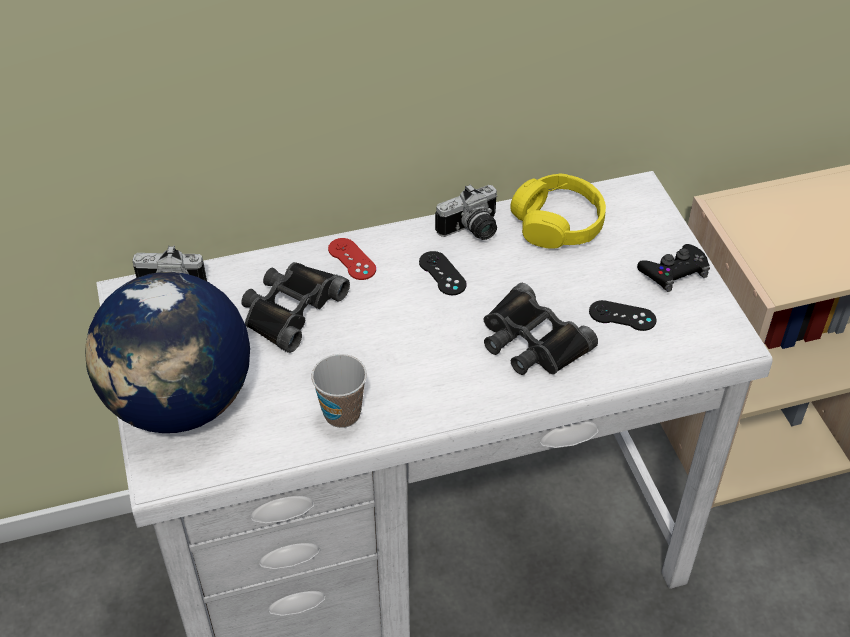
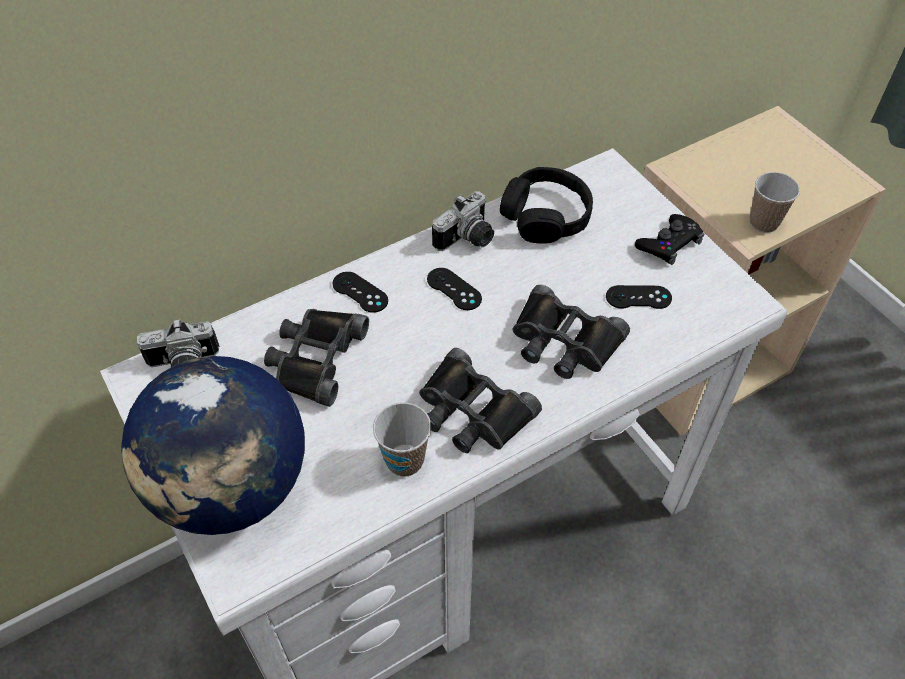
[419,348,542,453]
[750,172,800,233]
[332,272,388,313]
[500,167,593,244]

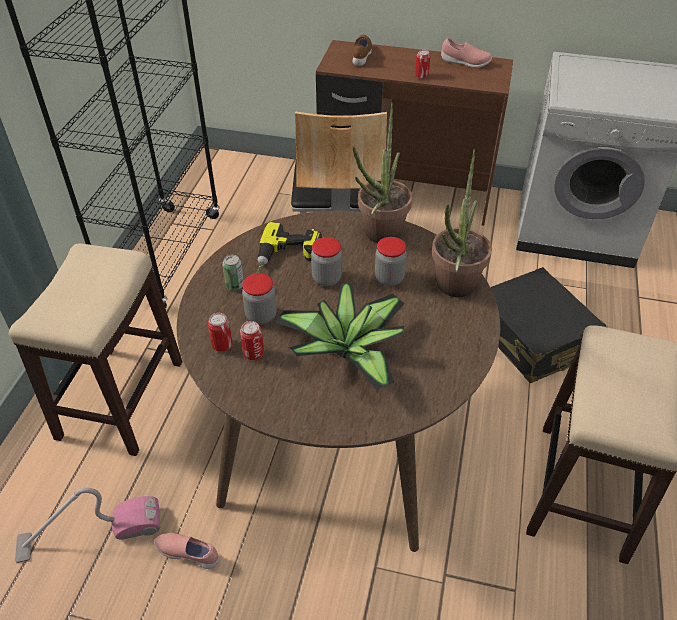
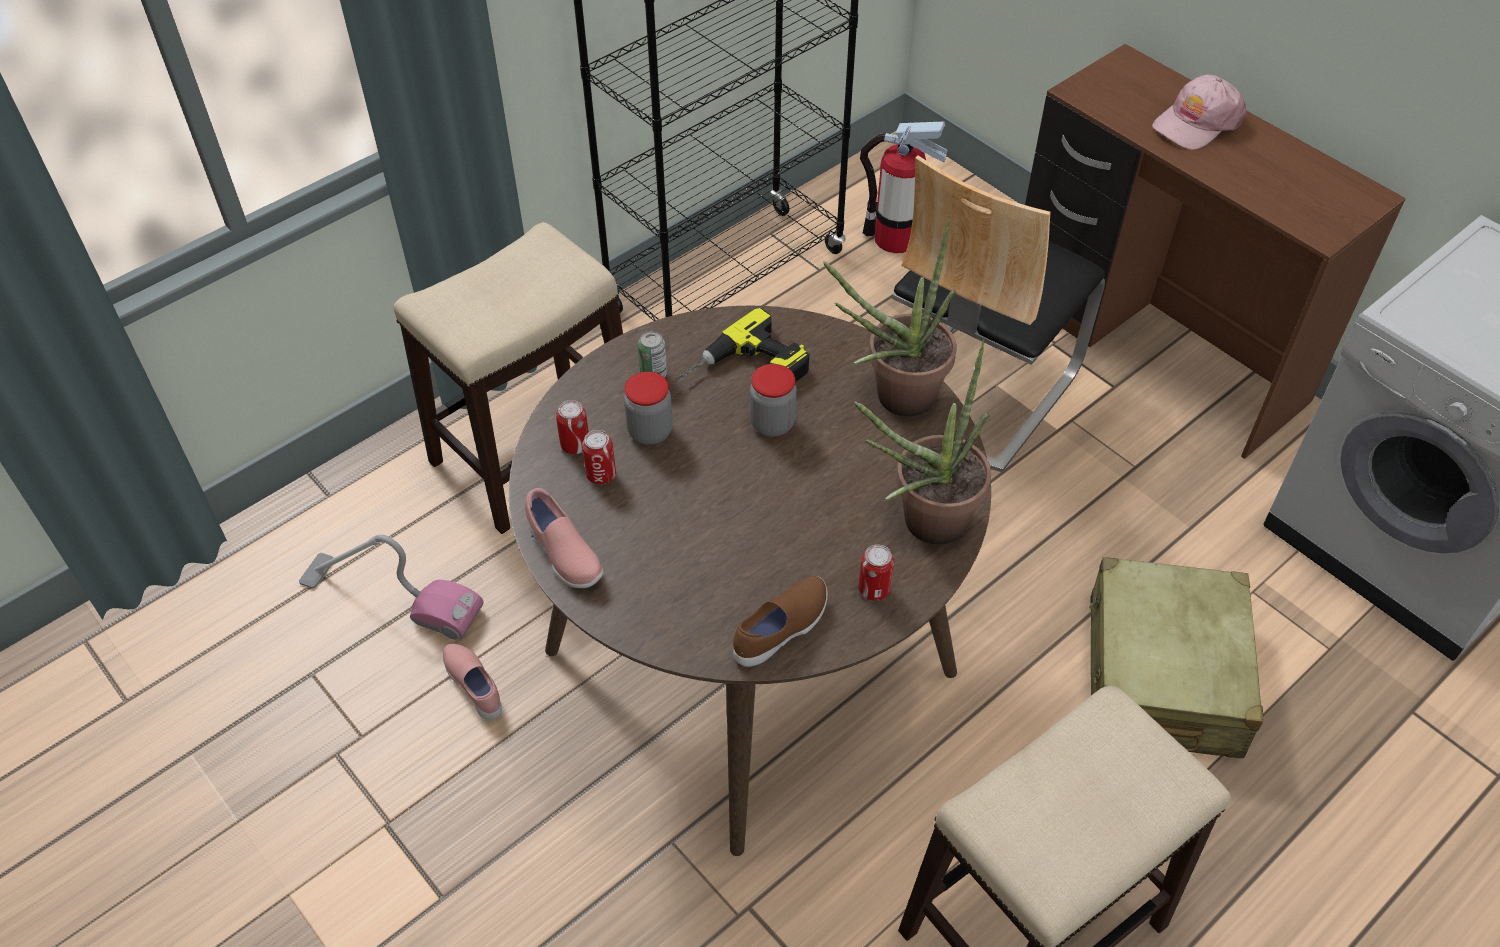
[275,283,404,391] (first image)
[375,237,407,286] (first image)
[860,121,947,253]
[1152,75,1247,150]
[733,576,828,667]
[858,544,894,601]
[525,488,604,588]
[1089,557,1263,758]

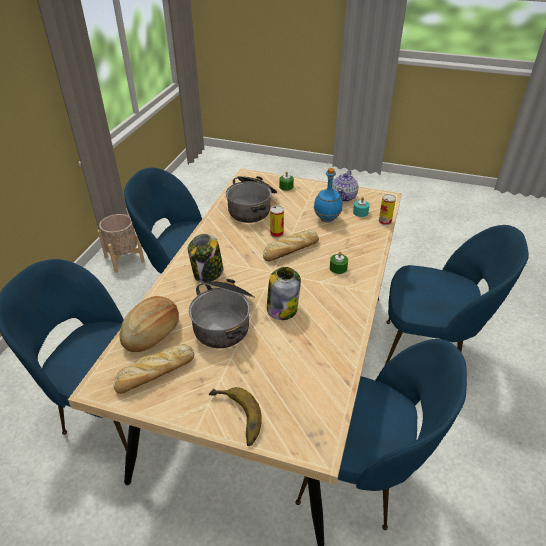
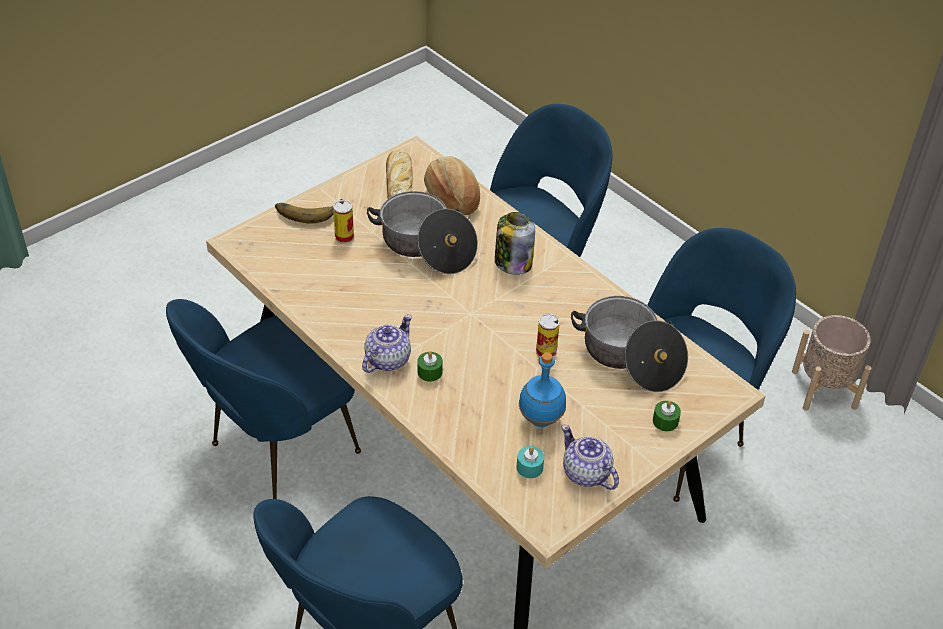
[263,230,319,261] (first image)
[267,267,301,320] (first image)
[362,314,412,373]
[333,200,354,244]

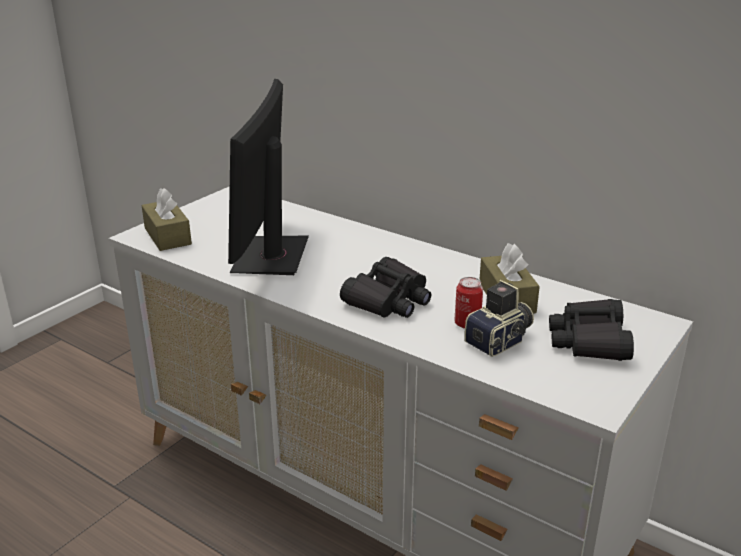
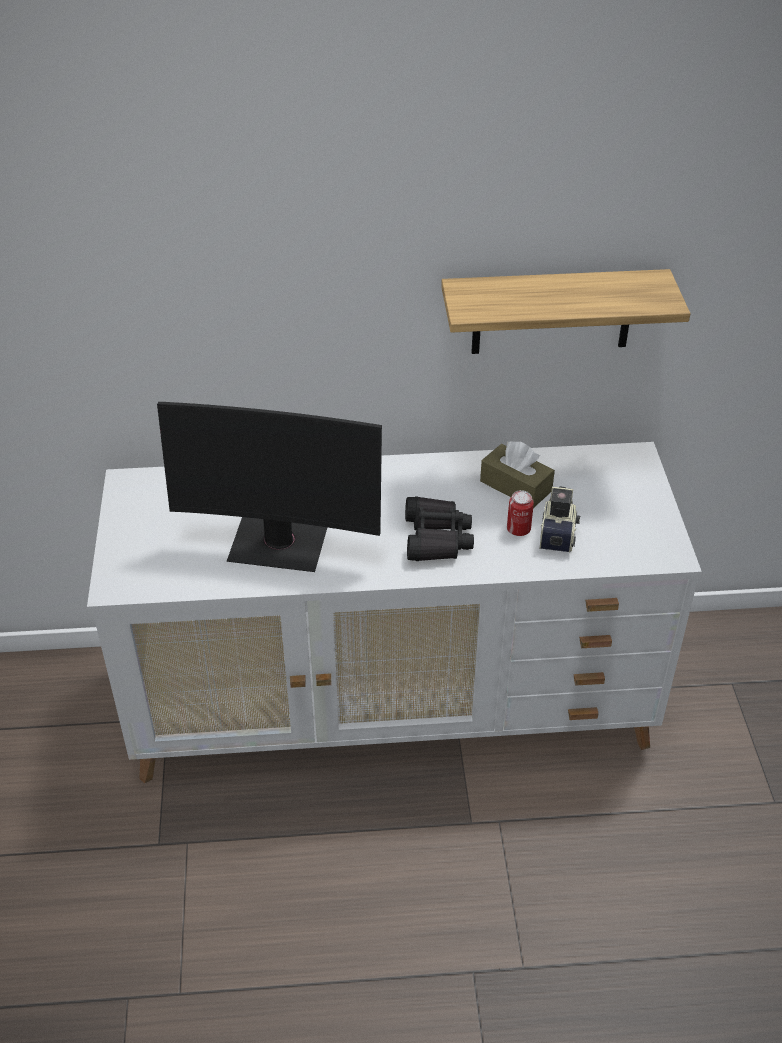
[142,188,192,251] (first image)
[549,299,634,361] (first image)
[441,269,690,354]
[157,402,382,572]

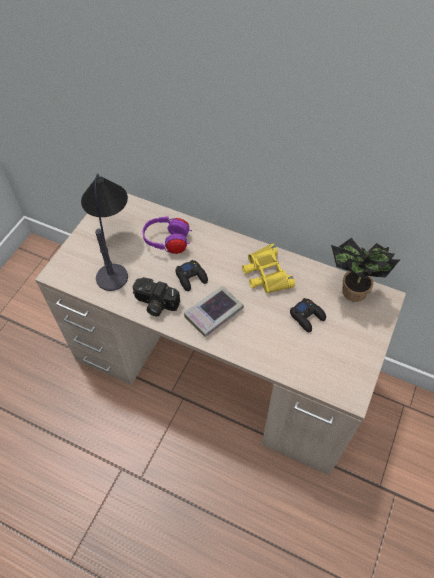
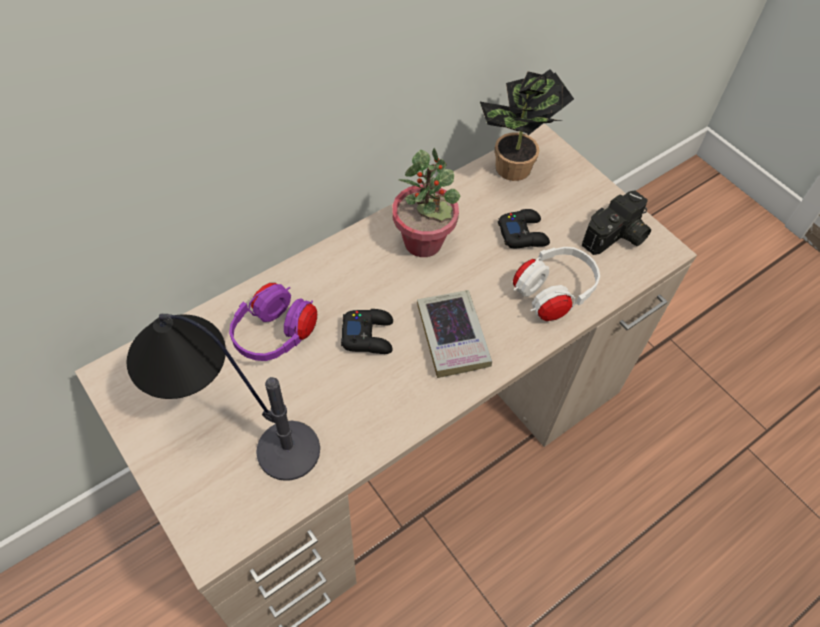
[513,247,600,321]
[582,190,651,255]
[392,148,460,257]

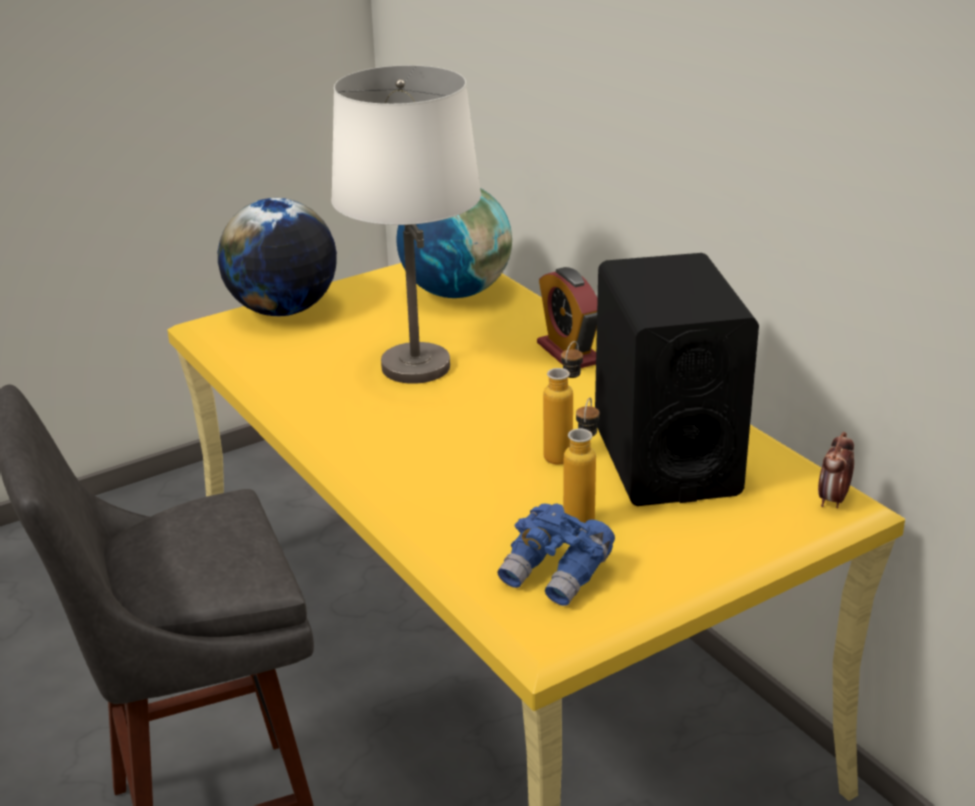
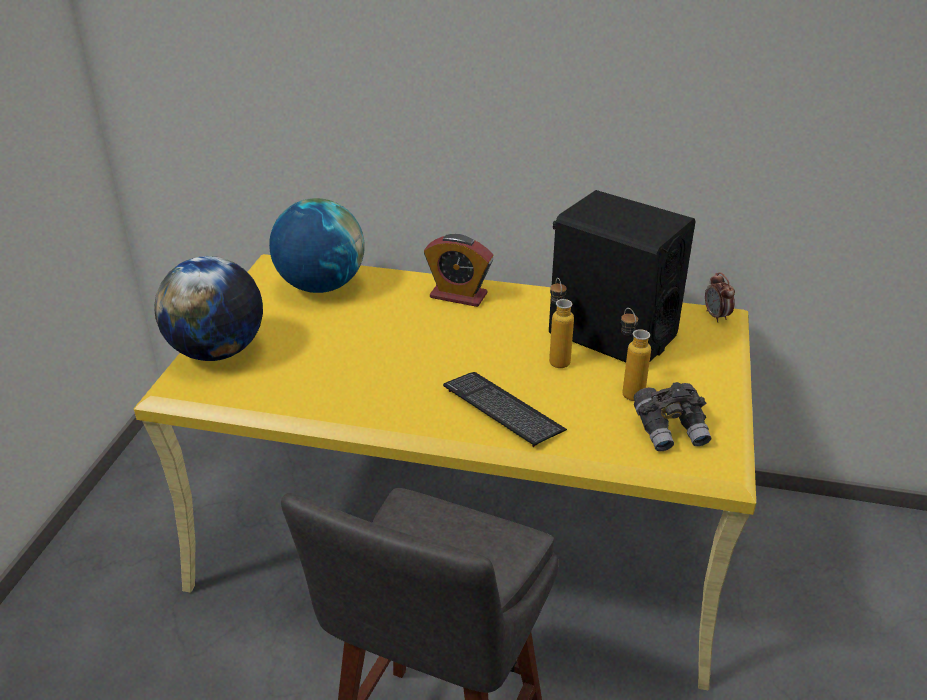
[331,65,481,384] (first image)
[443,372,567,447]
[634,382,711,451]

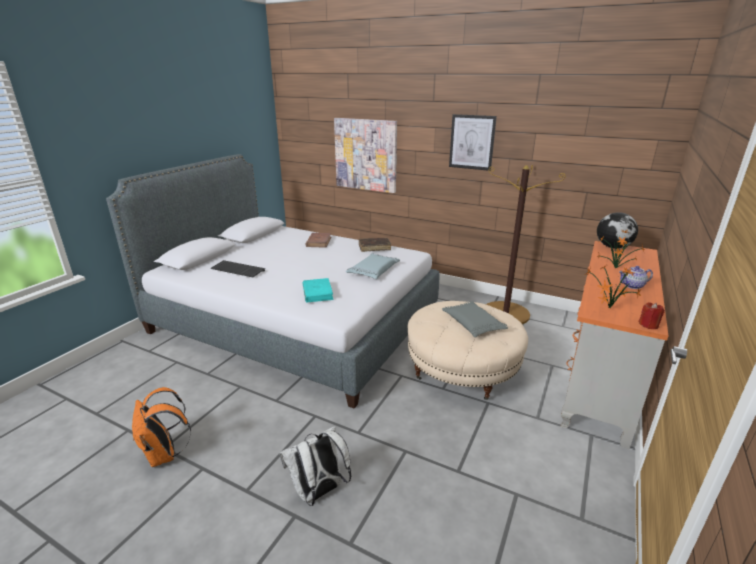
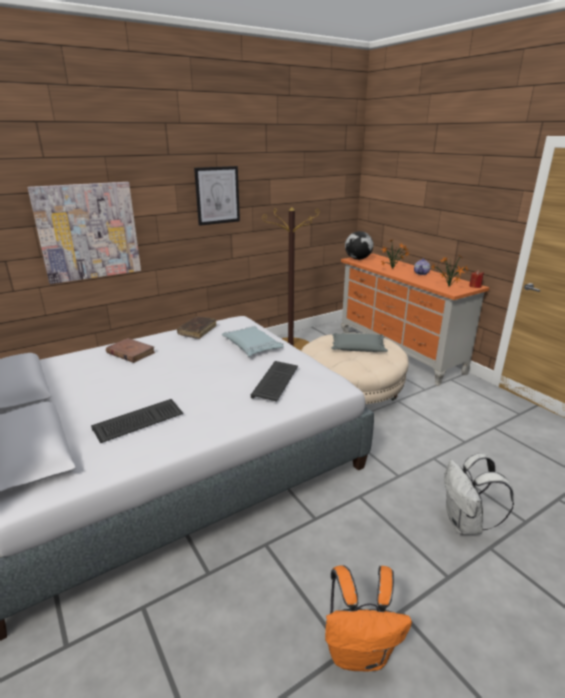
[251,361,298,402]

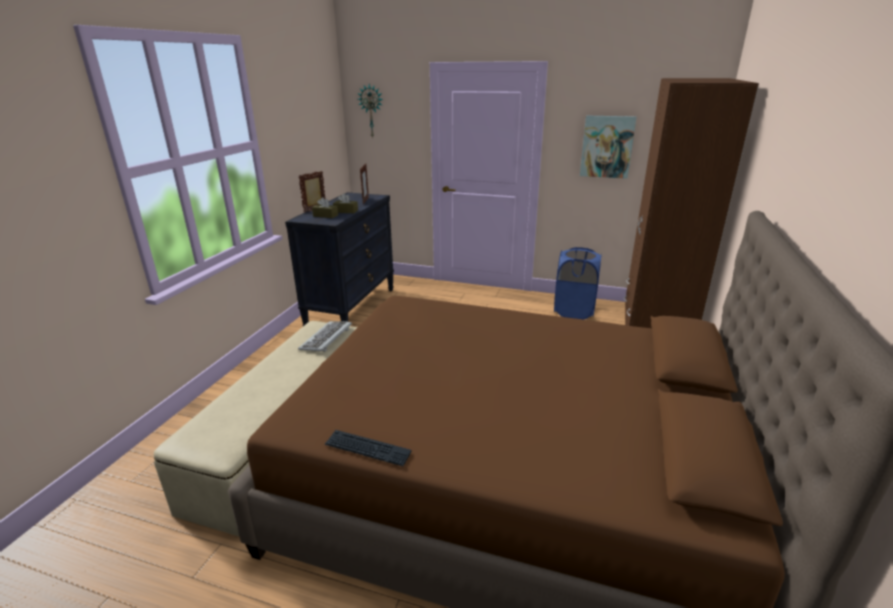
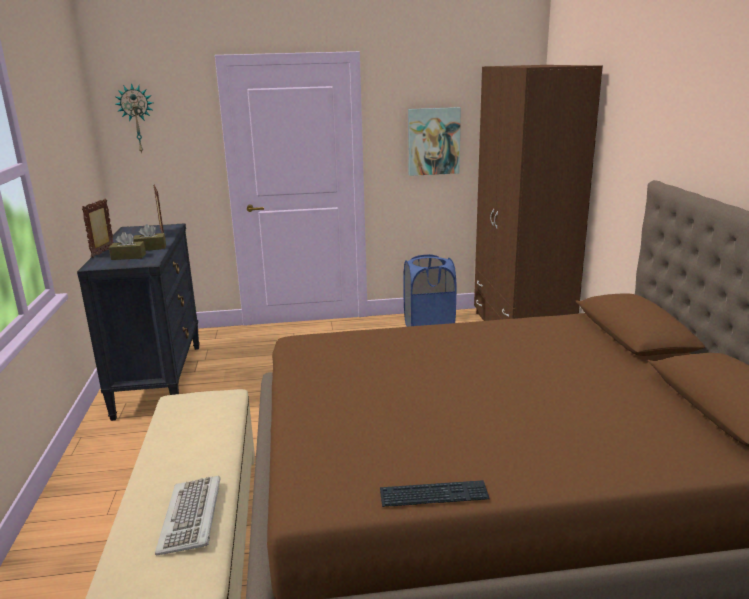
[155,476,221,555]

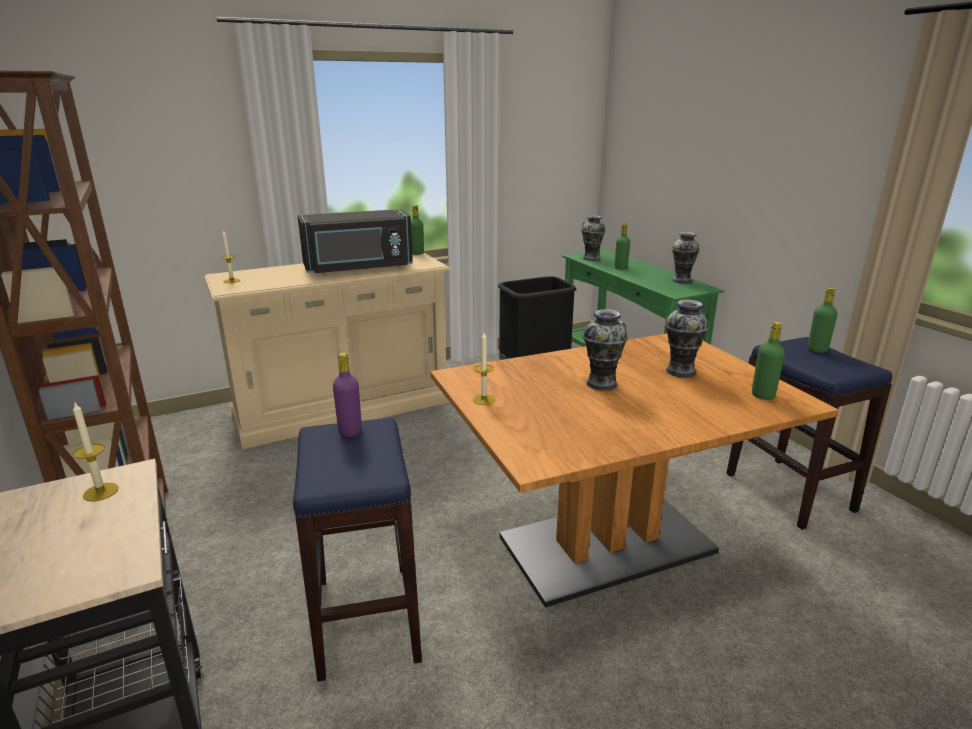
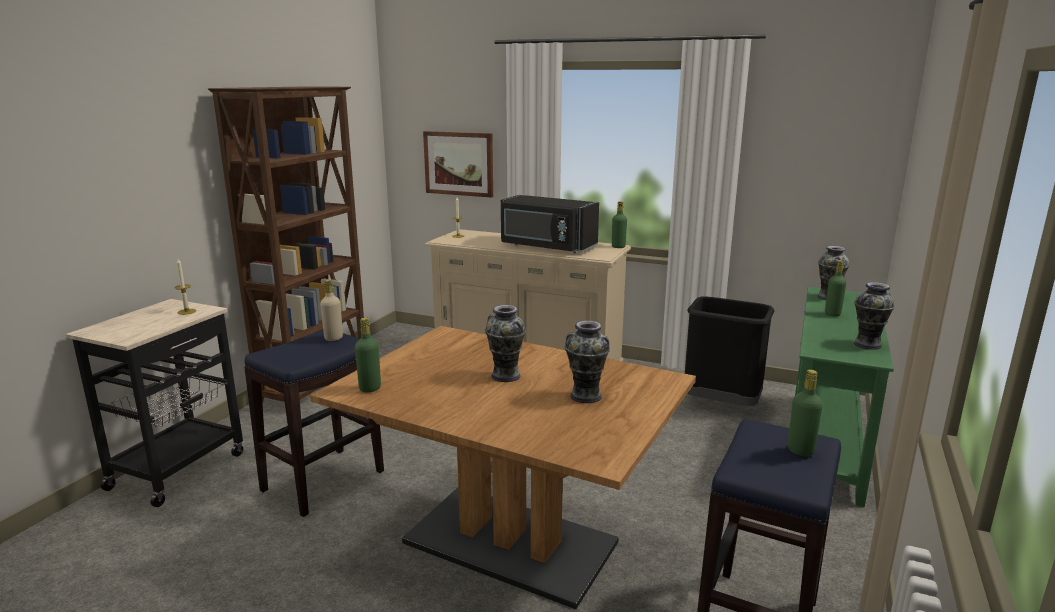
[473,332,495,405] (first image)
[423,131,493,198]
[355,317,381,392]
[320,279,343,341]

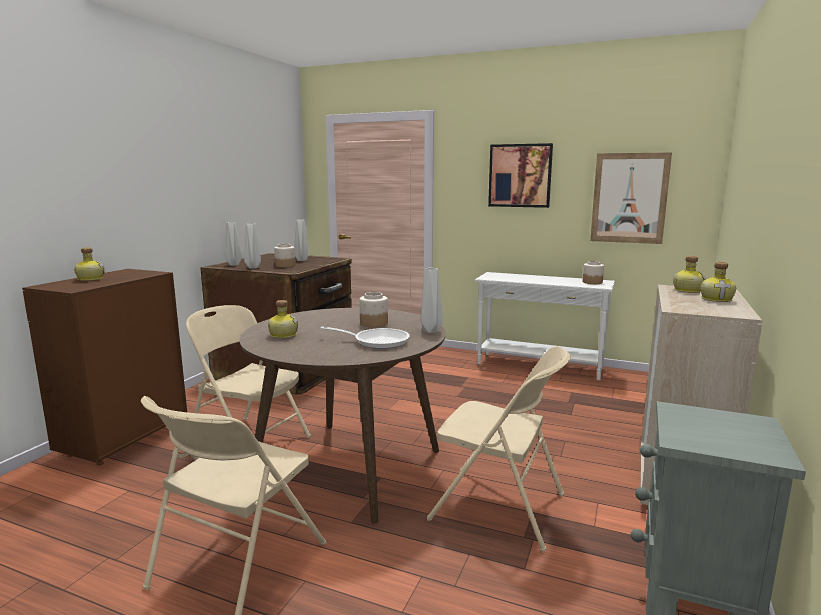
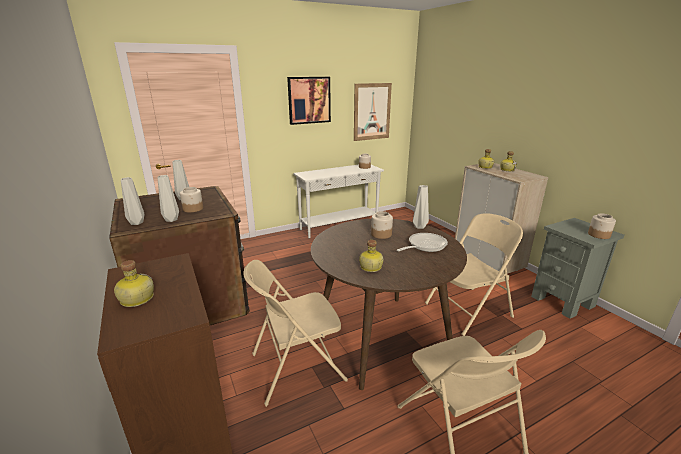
[588,213,616,239]

